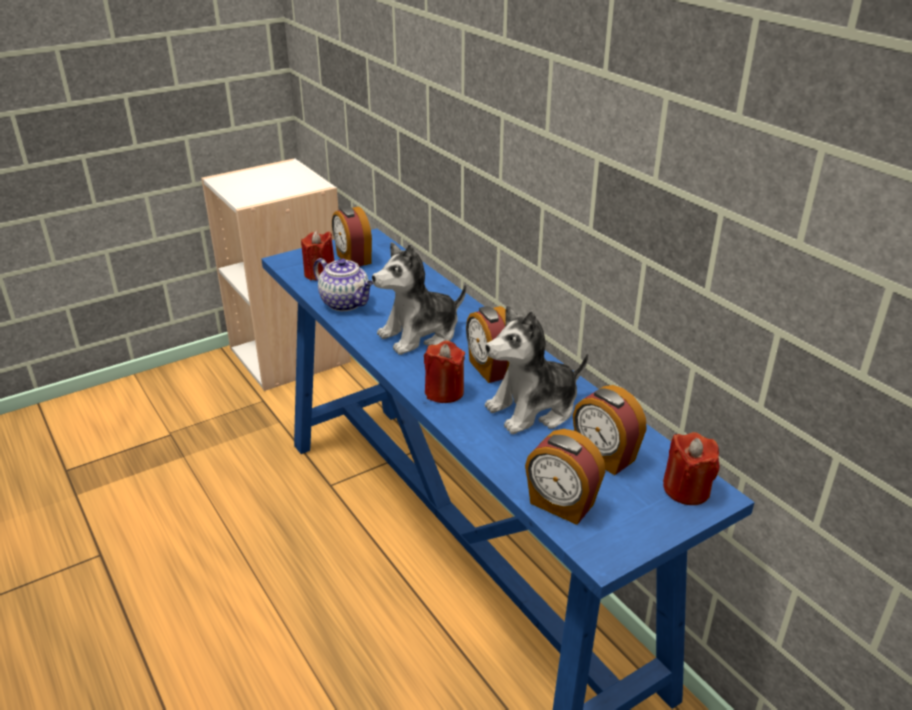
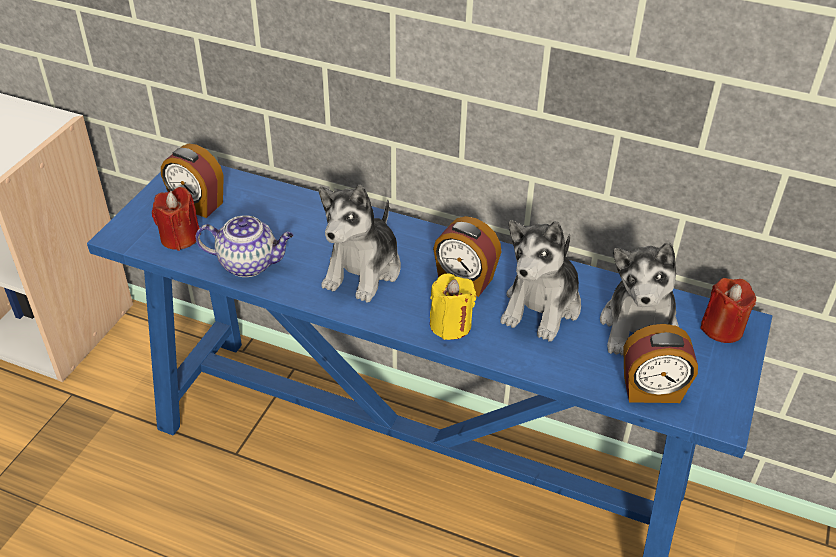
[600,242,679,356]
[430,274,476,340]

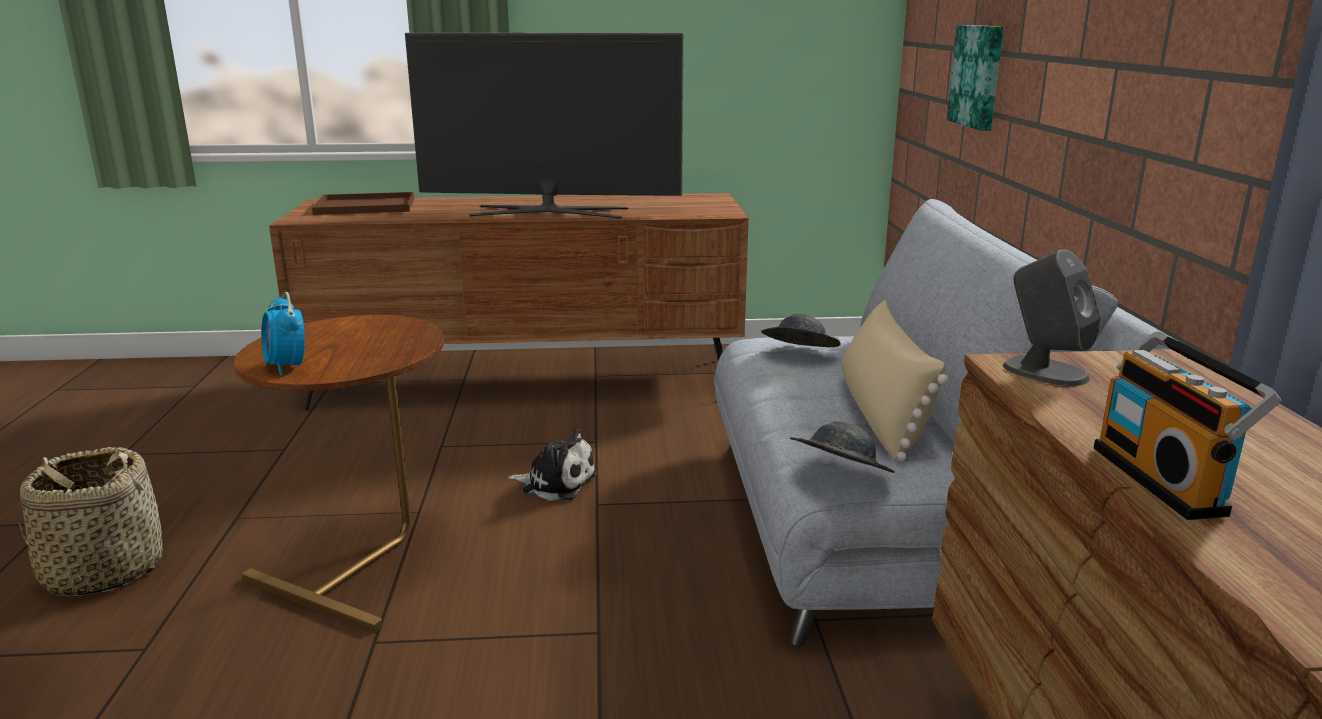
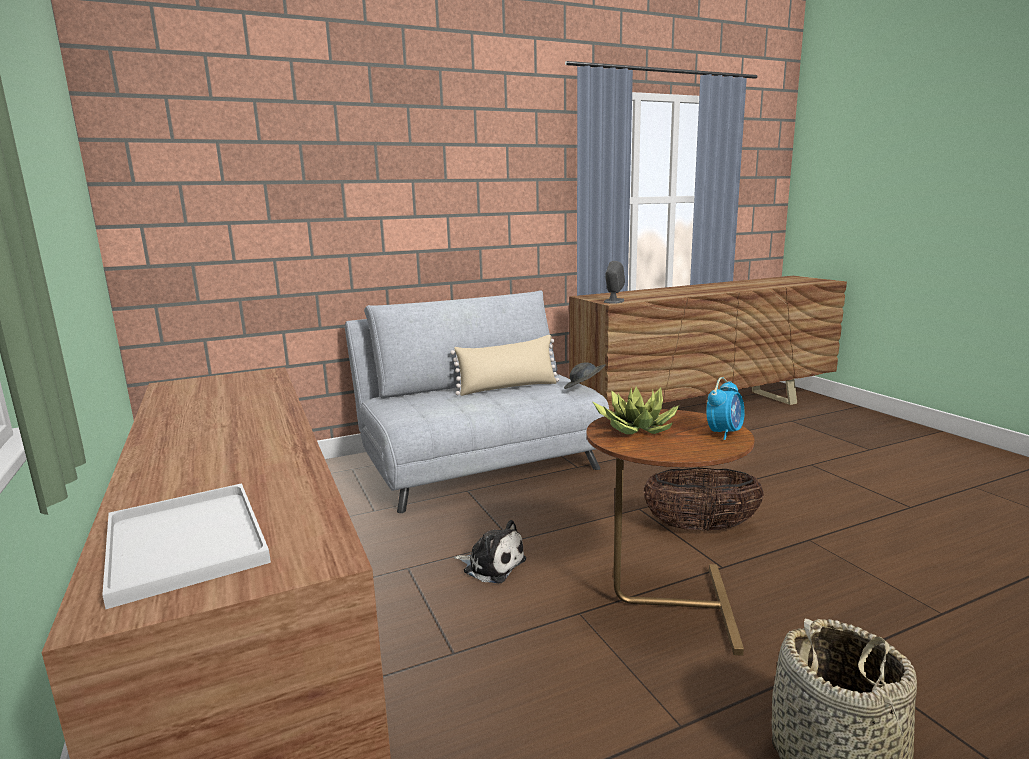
[405,33,683,219] (first image)
[761,314,841,347] (first image)
[947,25,1003,131] (first image)
[1094,332,1281,520] (first image)
[592,387,679,434]
[643,467,764,531]
[102,483,271,609]
[454,520,526,583]

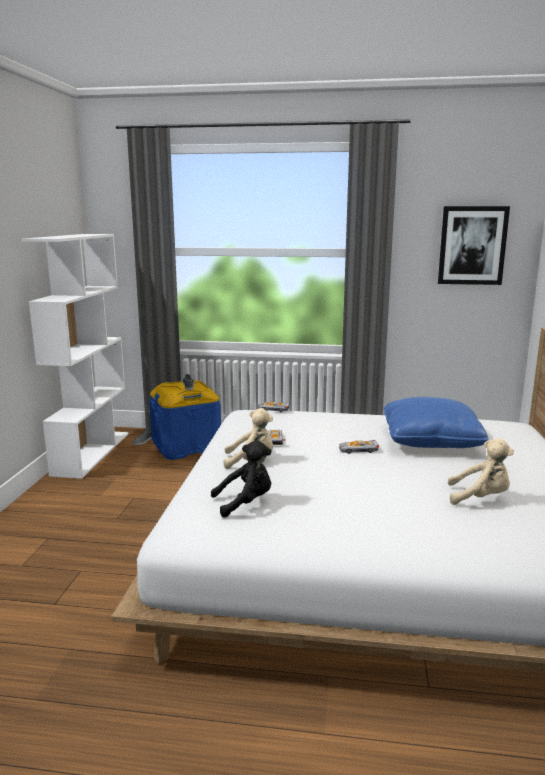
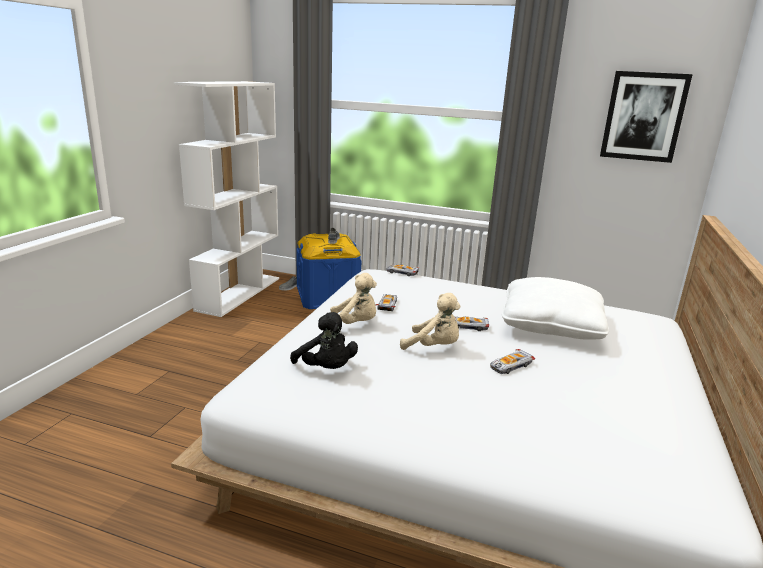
[490,349,535,374]
[400,293,460,350]
[502,277,609,340]
[290,312,358,369]

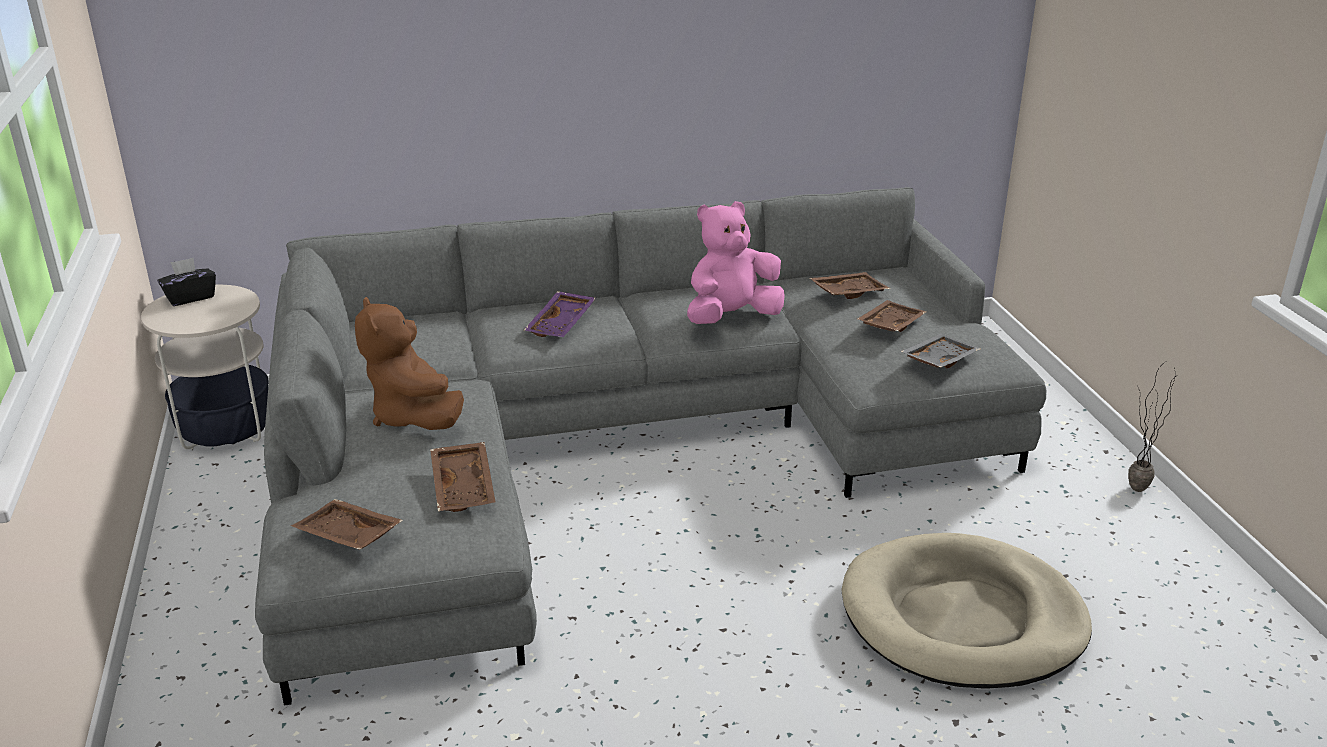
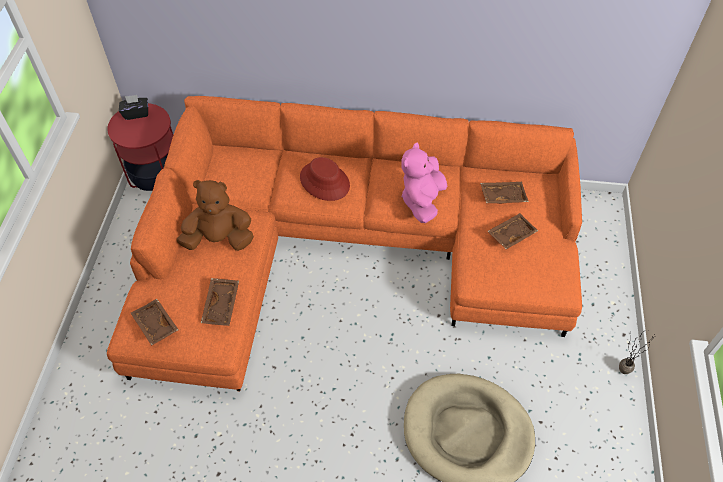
[900,333,980,368] (first image)
[300,157,350,201]
[107,103,173,191]
[107,96,582,391]
[177,180,254,251]
[402,142,447,223]

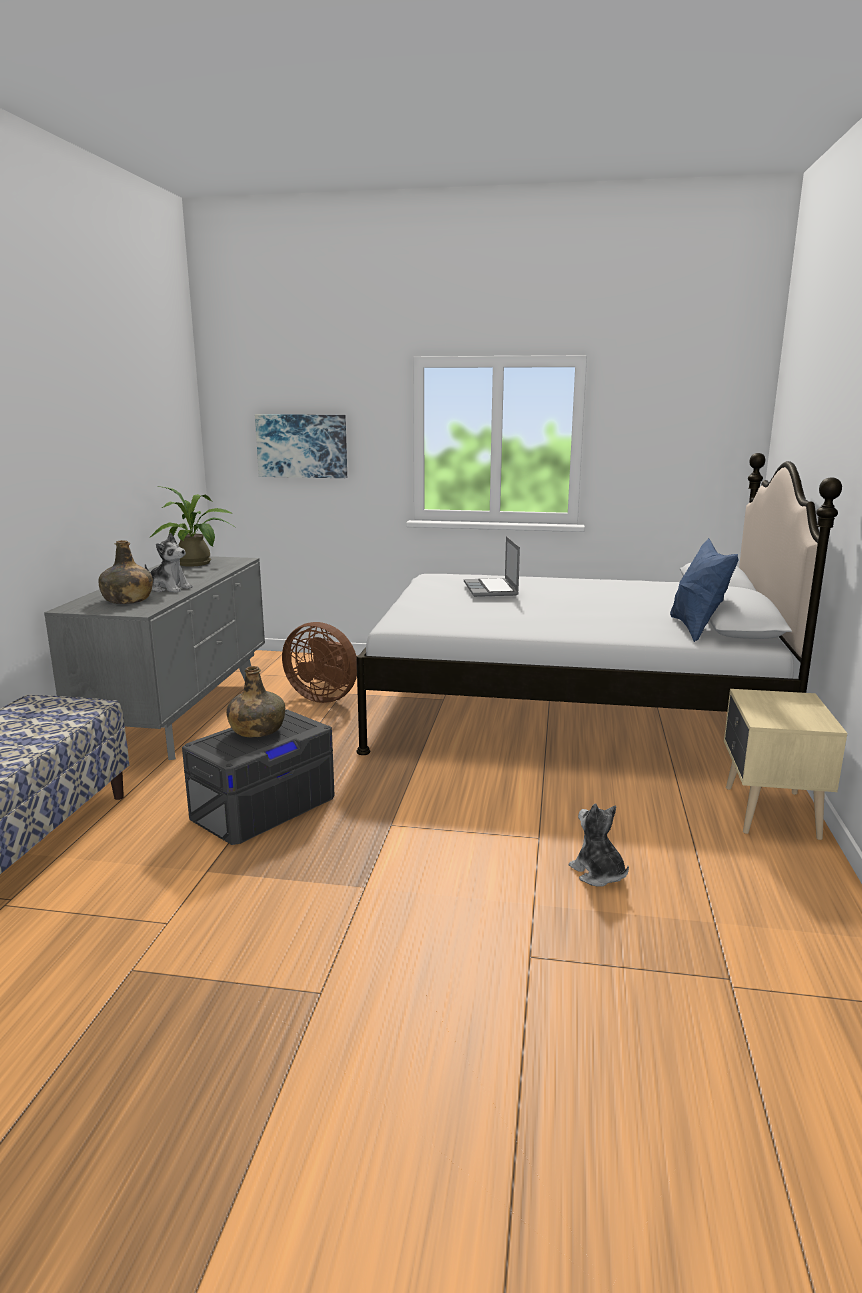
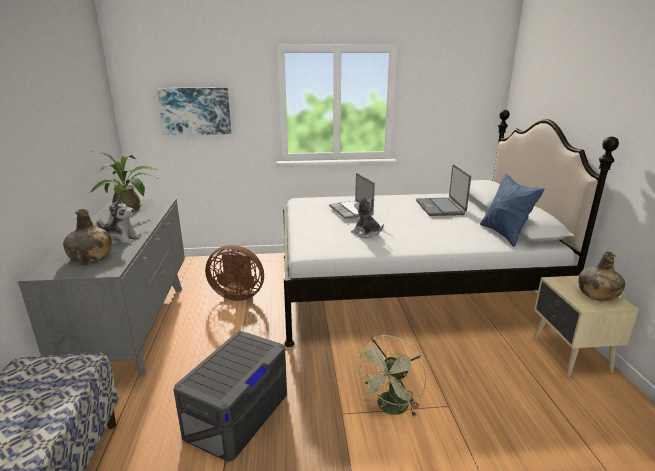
[354,335,427,417]
[416,164,471,216]
[578,251,625,301]
[351,196,384,238]

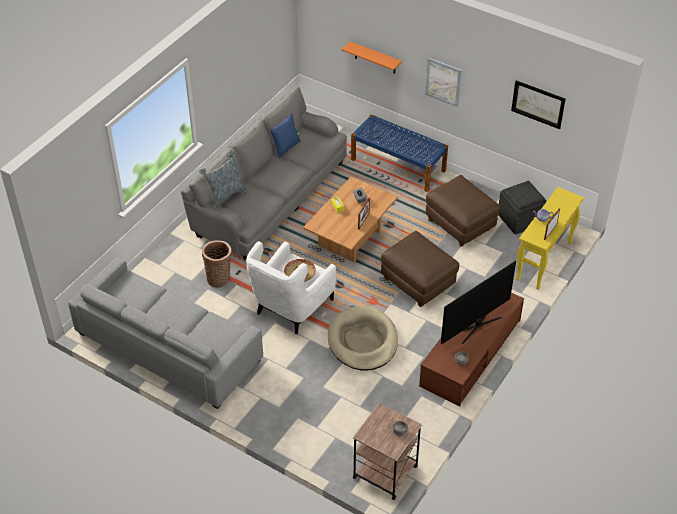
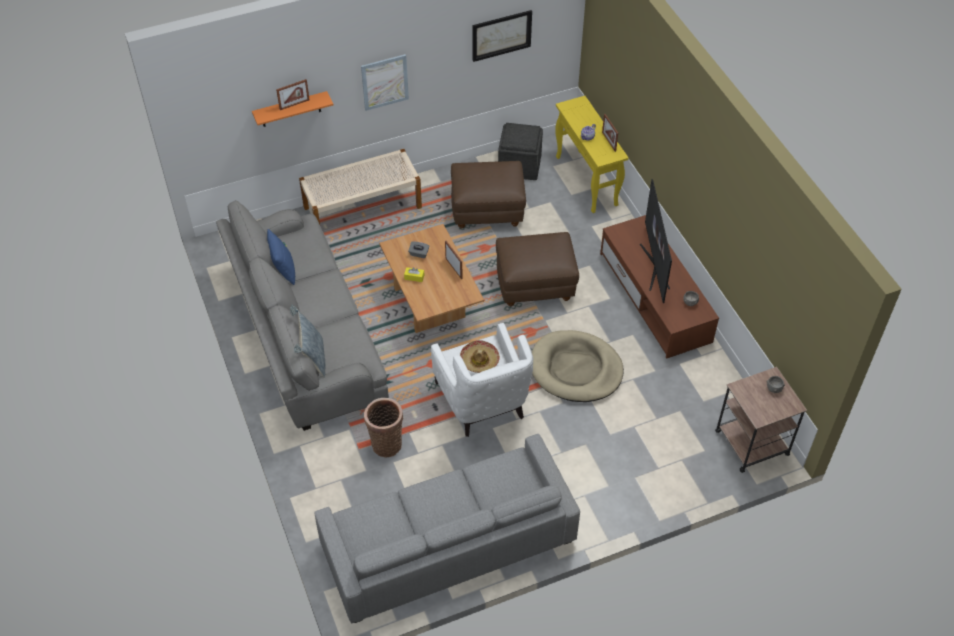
[276,79,310,110]
[299,149,422,224]

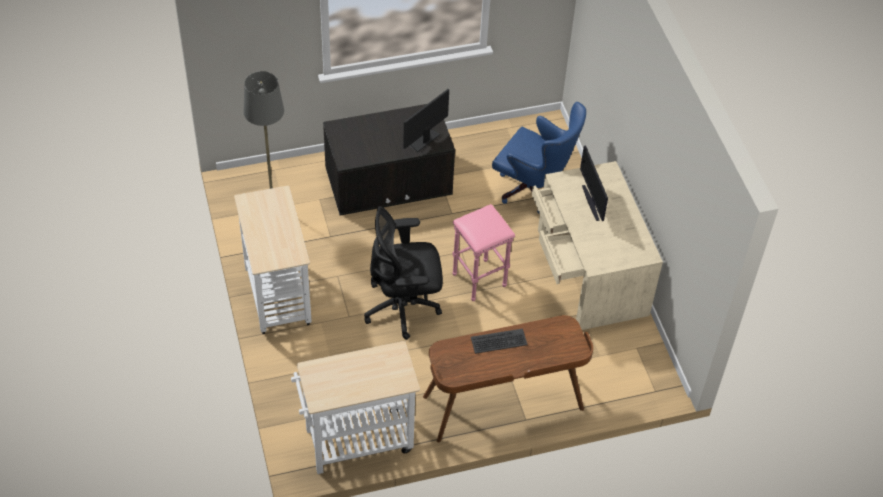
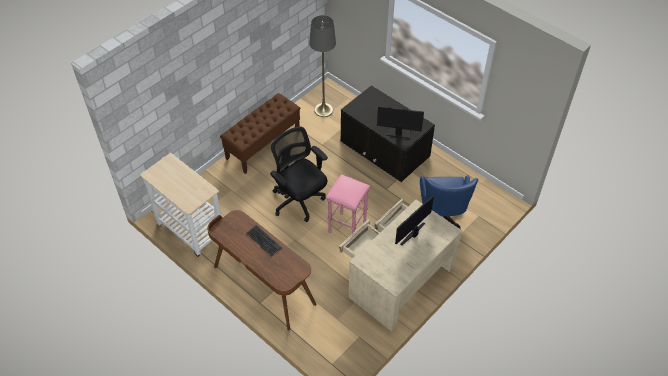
[220,93,300,174]

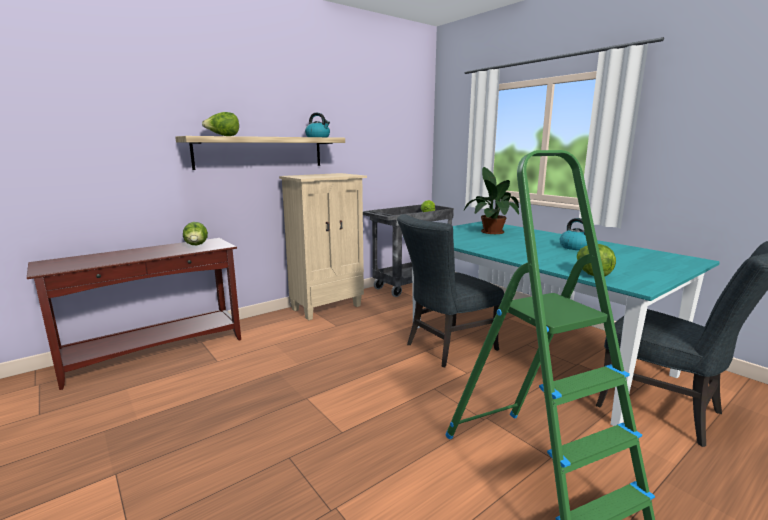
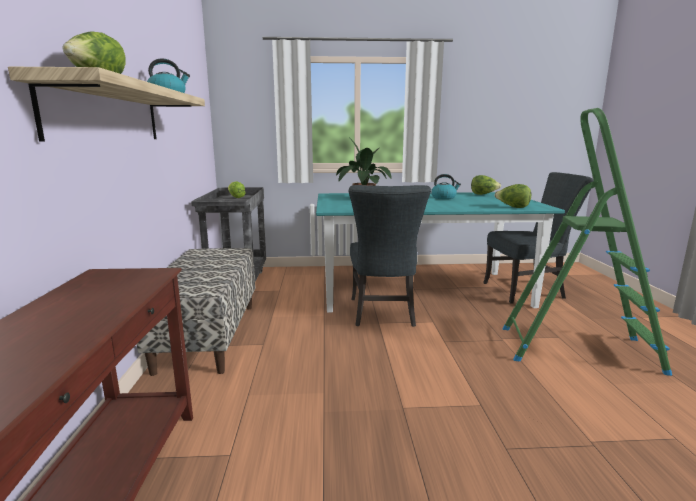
[471,175,501,195]
[137,248,255,376]

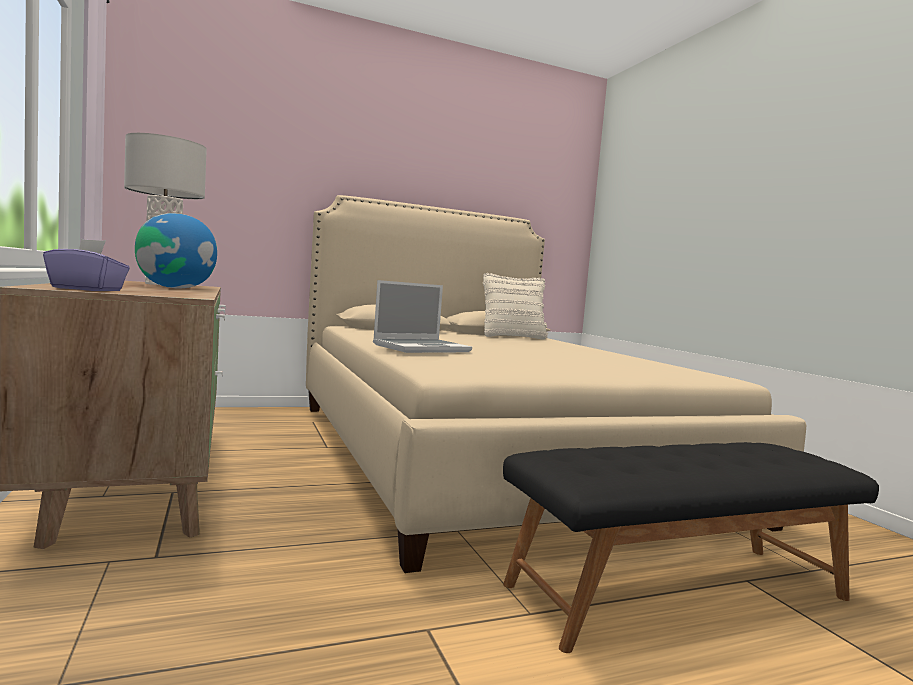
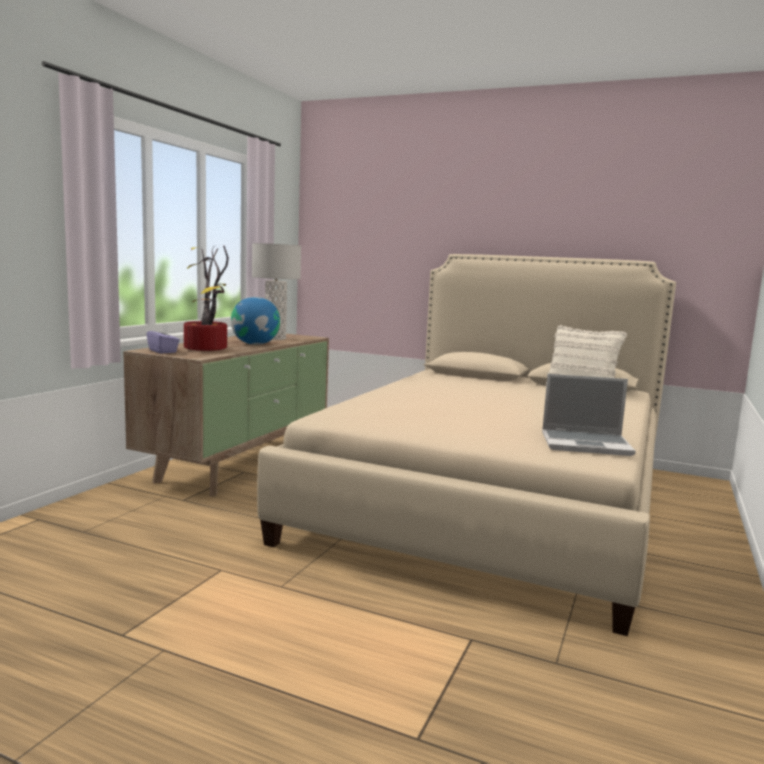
[503,442,879,653] (first image)
[184,245,229,351]
[542,374,636,456]

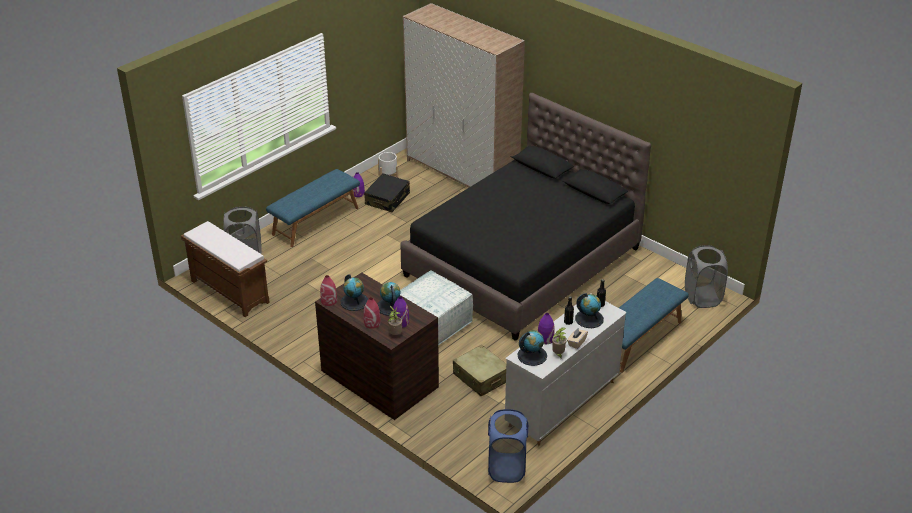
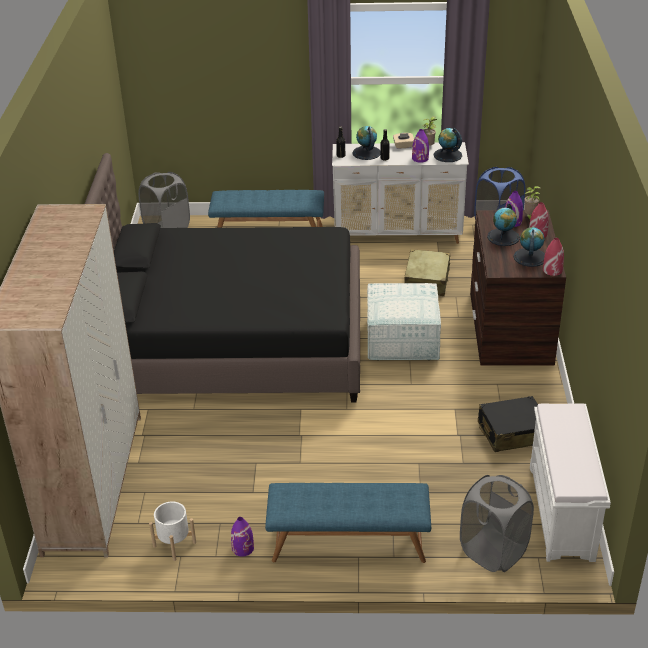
[478,396,538,452]
[530,403,611,562]

